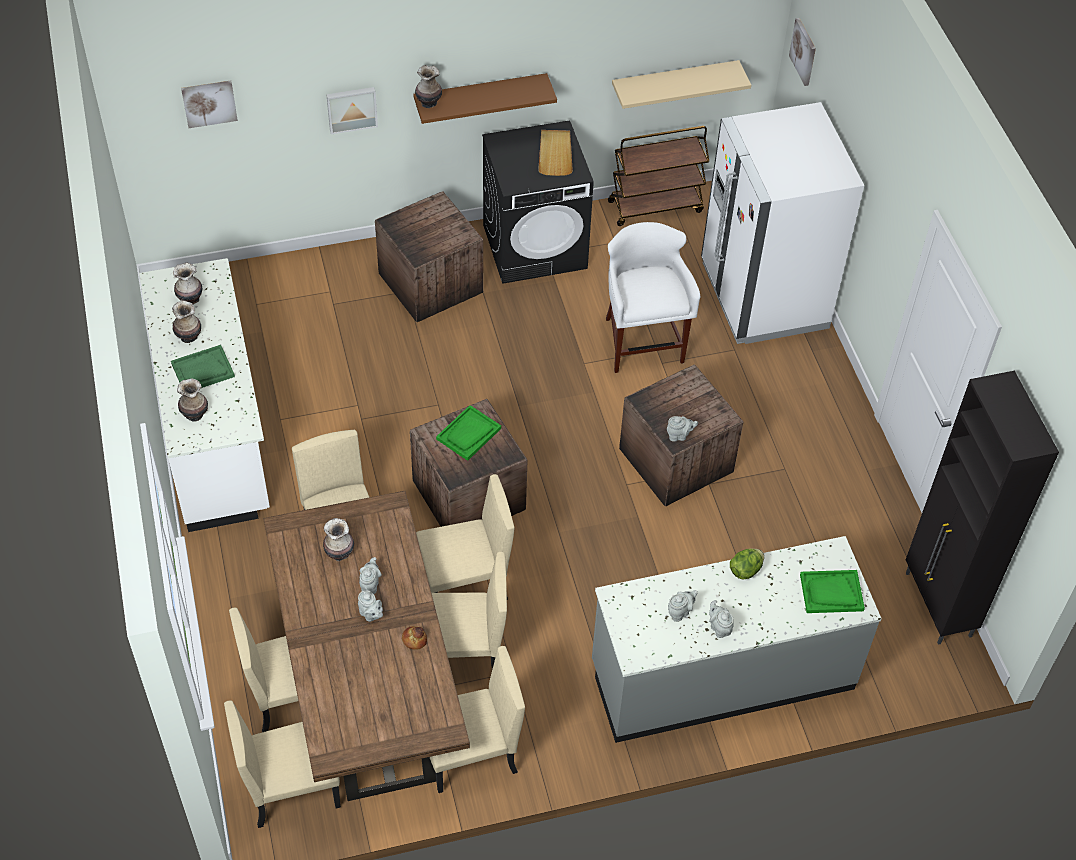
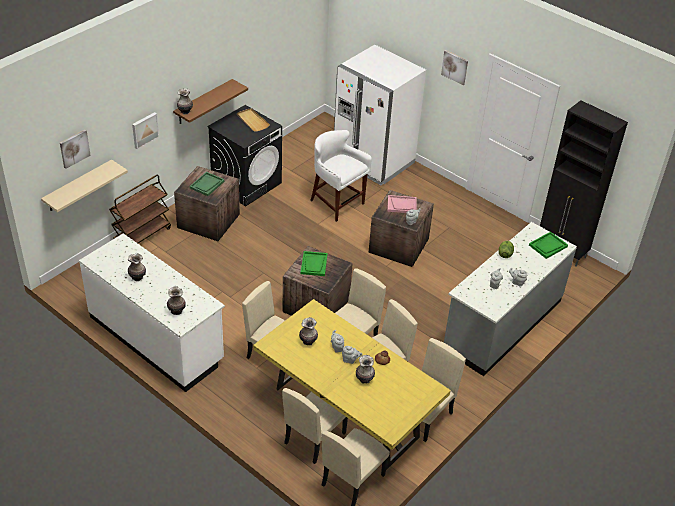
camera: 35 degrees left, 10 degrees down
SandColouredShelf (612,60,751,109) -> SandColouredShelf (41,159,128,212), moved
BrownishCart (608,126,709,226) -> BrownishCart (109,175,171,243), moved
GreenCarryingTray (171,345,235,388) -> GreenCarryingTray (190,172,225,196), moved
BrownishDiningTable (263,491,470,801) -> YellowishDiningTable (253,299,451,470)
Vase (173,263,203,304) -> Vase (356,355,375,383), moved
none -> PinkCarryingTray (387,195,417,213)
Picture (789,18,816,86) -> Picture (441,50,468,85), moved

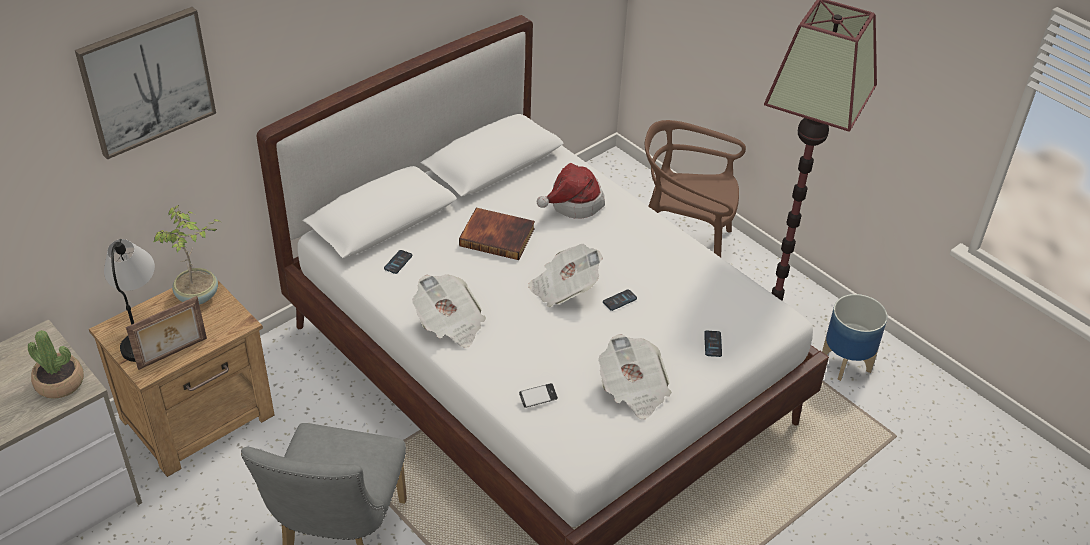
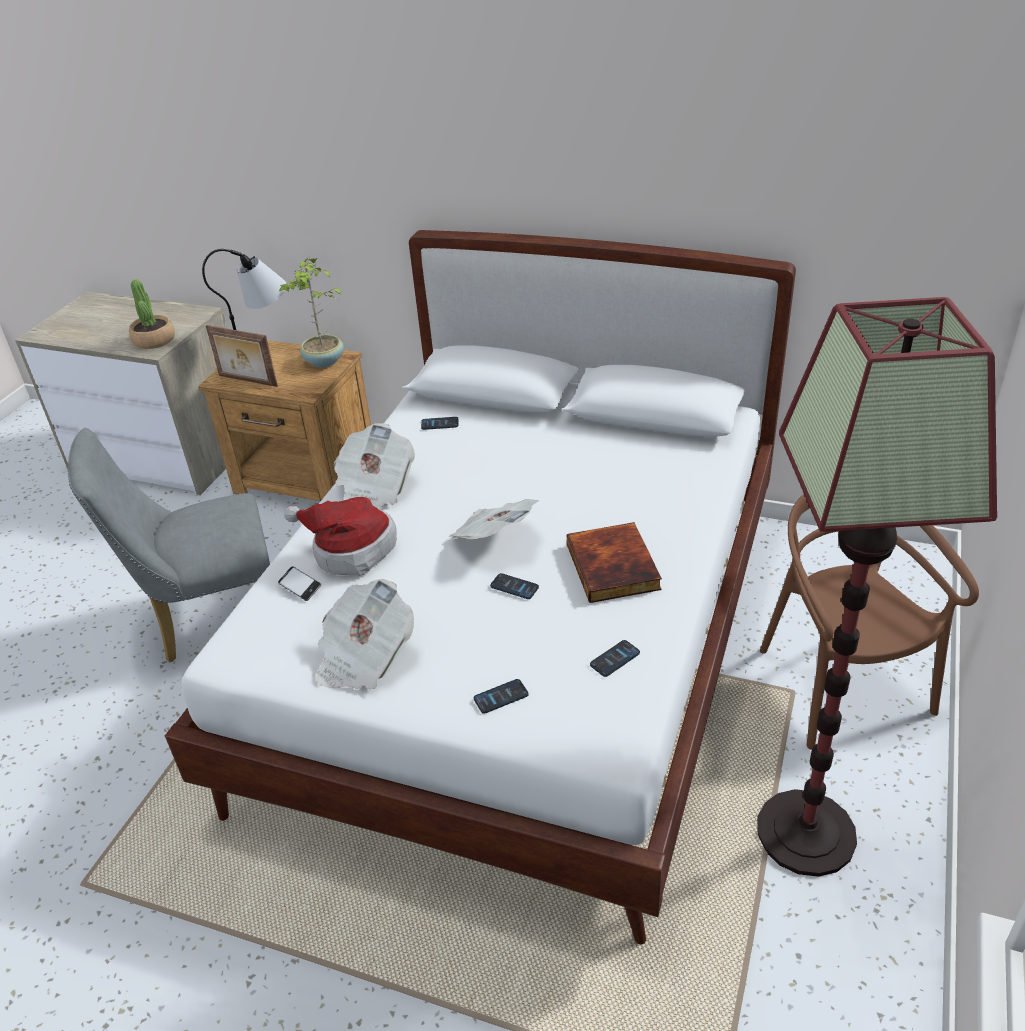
camera: 65 degrees right, 5 degrees down
WearableHat (537,163,605,218) -> WearableHat (284,497,397,576), moved
Volume (459,208,535,260) -> Volume (567,522,662,603), moved
none -> Telephone (590,640,640,677)
Picture (75,7,216,160) -> none
Planter (822,294,888,381) -> none

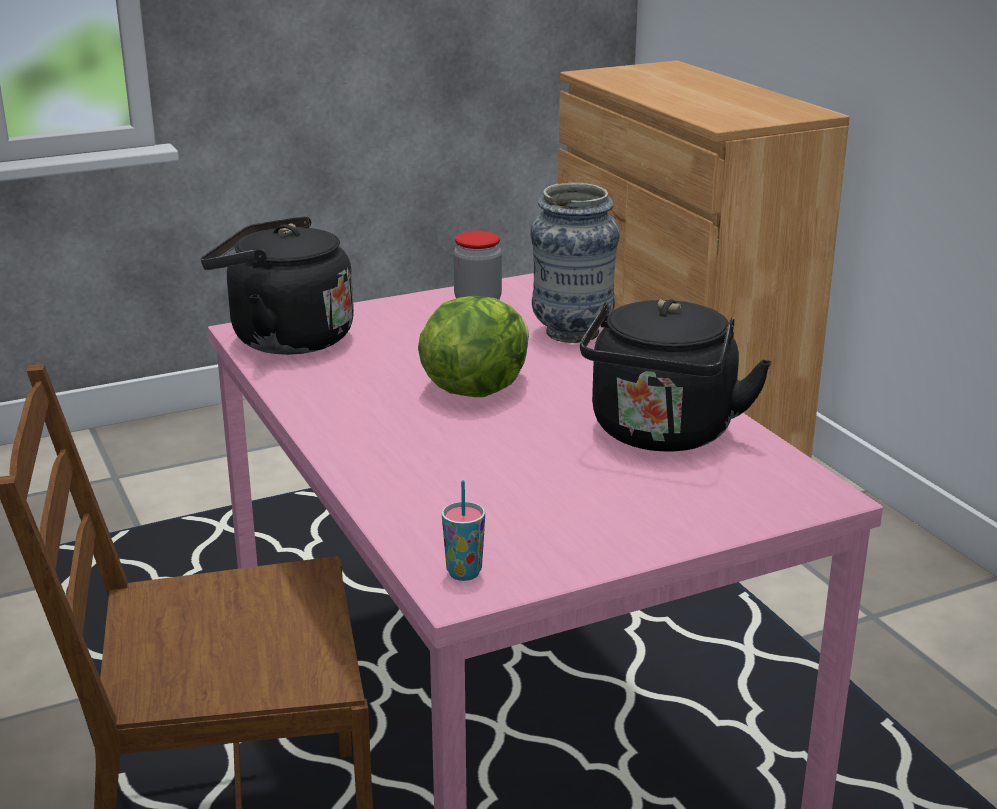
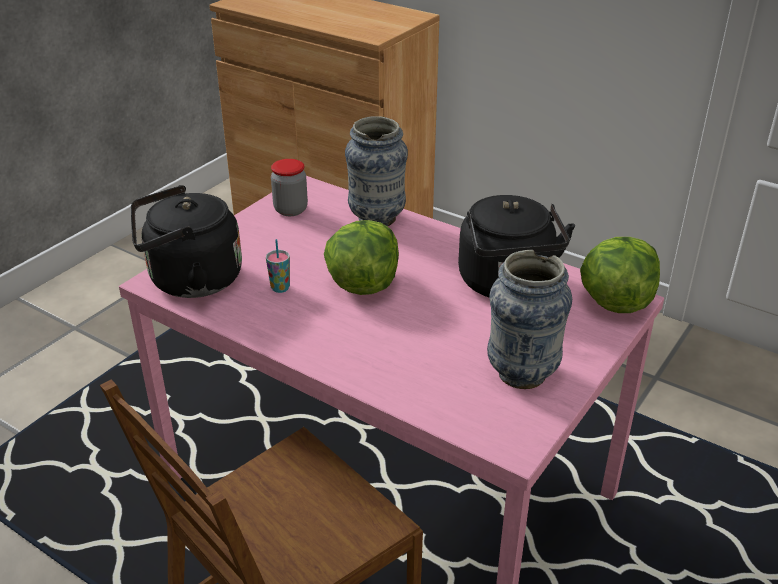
camera: 30 degrees left, 10 degrees up
Cup (442,480,485,581) -> Cup (266,239,290,293), moved
none -> Vase (487,250,572,389)
none -> Lettuce (580,237,660,313)

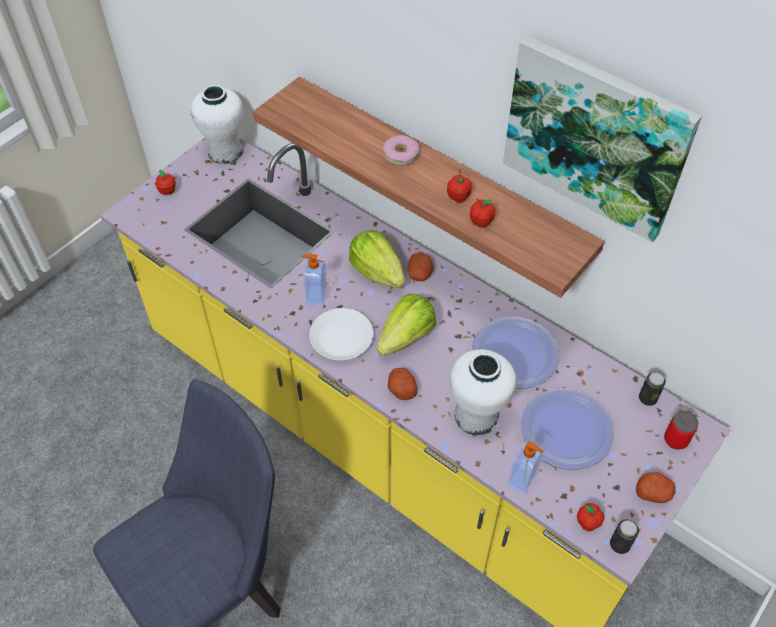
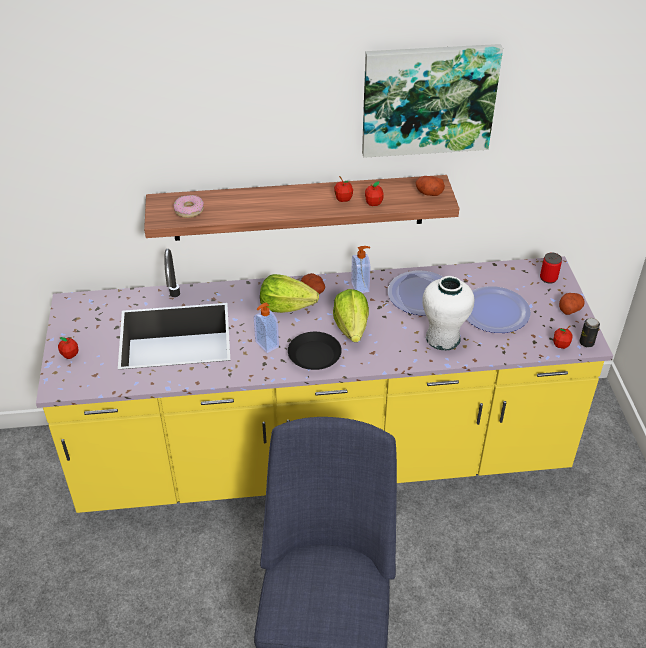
camera: 45 degrees left, 10 degrees down
RingDoughnut (383,135,420,166) -> RingDoughnut (173,195,204,218), moved
WhitishPlate (310,308,373,360) -> BlackPlate (288,332,342,370)
SoapBottle (508,441,543,495) -> SoapBottle (351,246,370,293), moved
Potato (388,368,417,400) -> Potato (416,176,445,196), moved
WhitishVase (191,85,244,164) -> none
Can (639,372,666,406) -> none

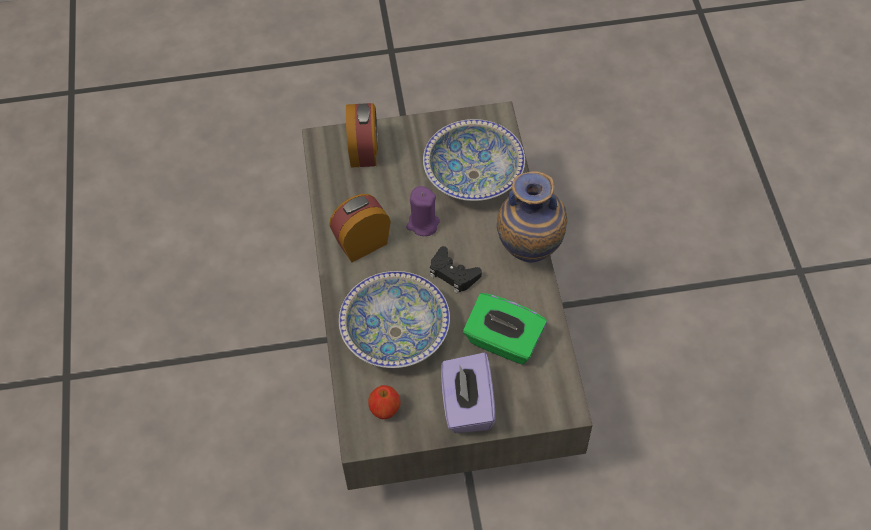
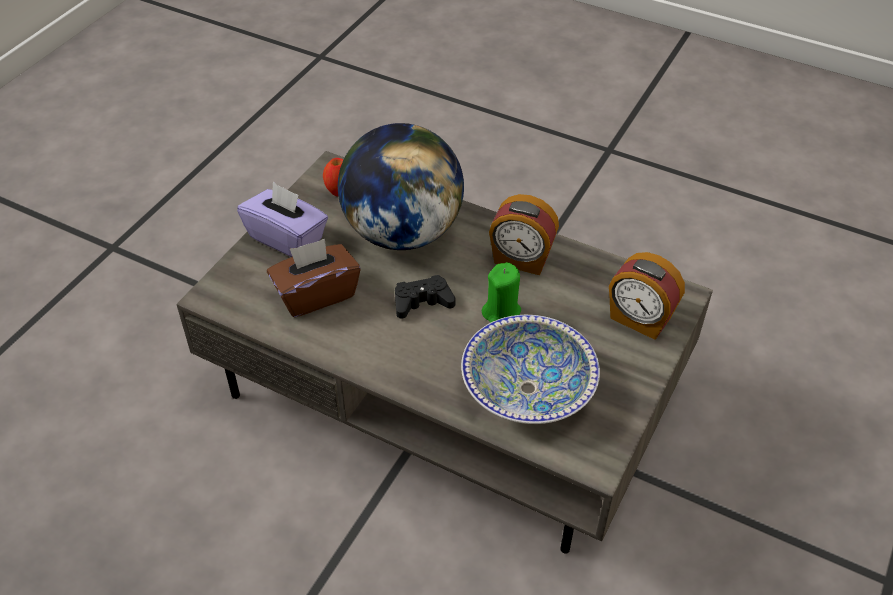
camera: 125 degrees right, 10 degrees down
GreenTissueHolder (463,293,547,365) -> BrownishTissueHolder (267,239,361,317)
ServingBowl (339,271,450,368) -> DeskGlobe (338,123,464,250)
PurpleWaxCandle (406,186,440,236) -> GreenWaxCandle (482,262,521,323)
AlarmClock (329,194,391,262) -> AlarmClock (489,194,559,275), 105 degrees clockwise
Vase (497,171,567,263) -> none

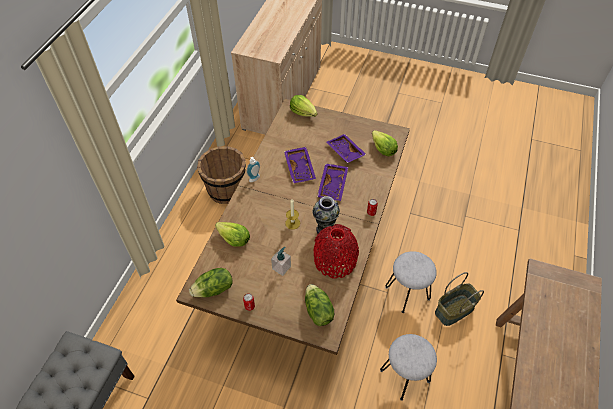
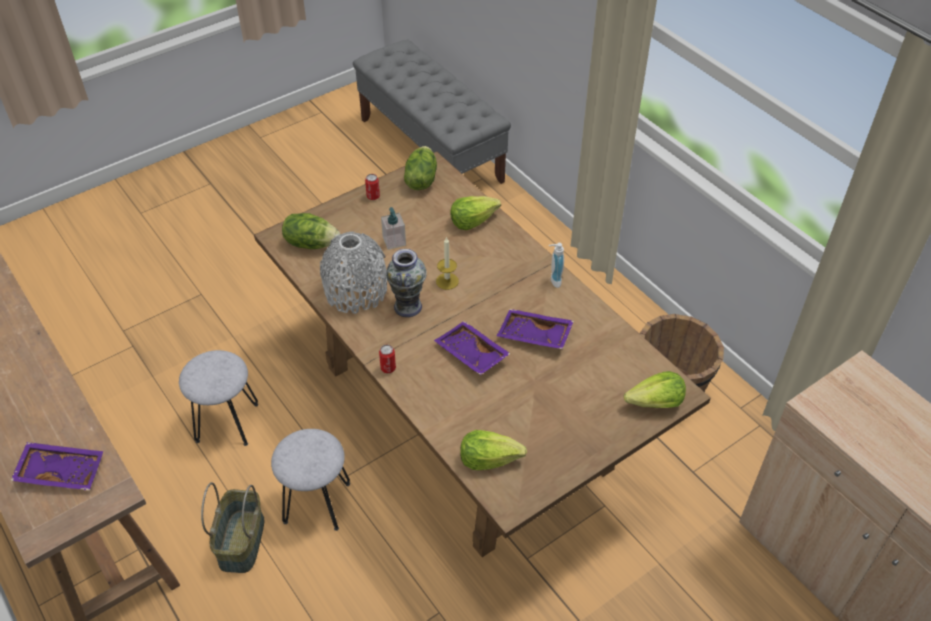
camera: 125 degrees right, 5 degrees down
PurpleCarryingTray (327,134,366,163) -> PurpleCarryingTray (11,442,104,491), moved
ReddishVase (314,224,359,279) -> GrayVase (320,232,387,314)

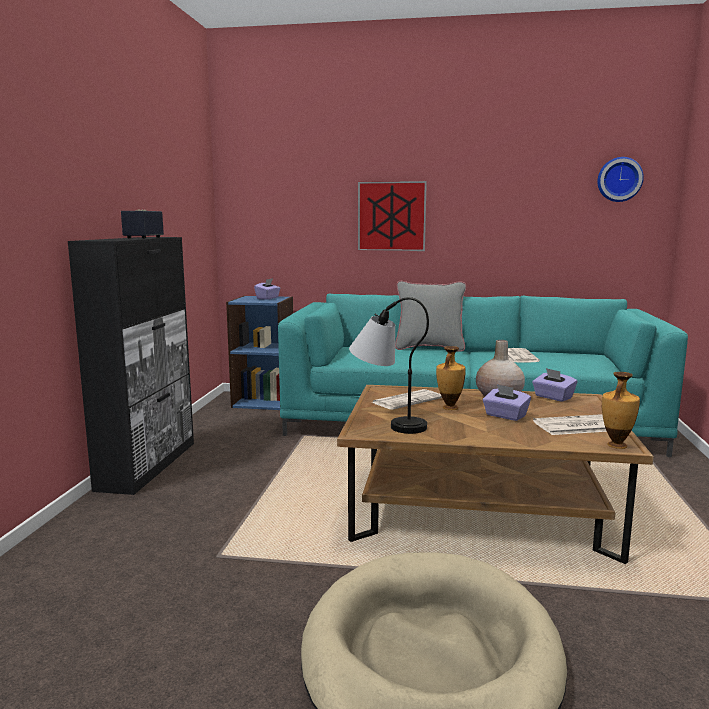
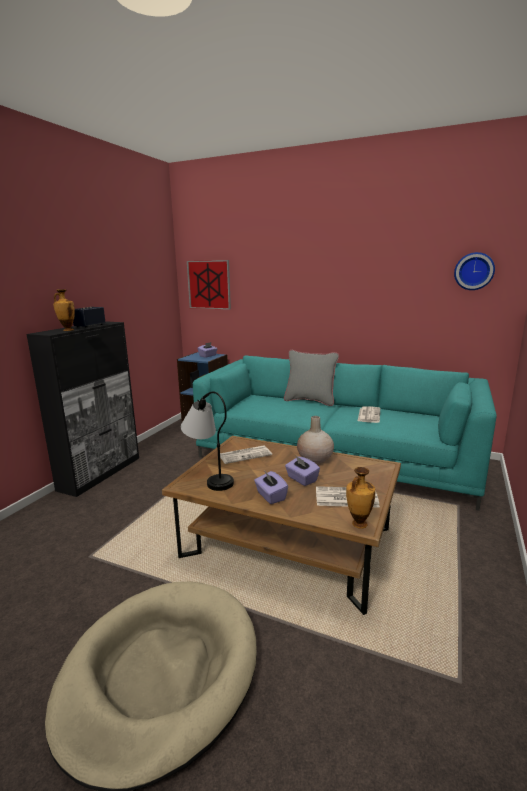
camera: 15 degrees right, 5 degrees up
Vase (436,346,466,410) -> Vase (53,289,75,331), moved
Picture (358,181,427,251) -> Picture (187,260,231,310), moved
PurpleTissueHolder (532,368,577,402) -> PurpleTissueHolder (254,470,288,504), moved

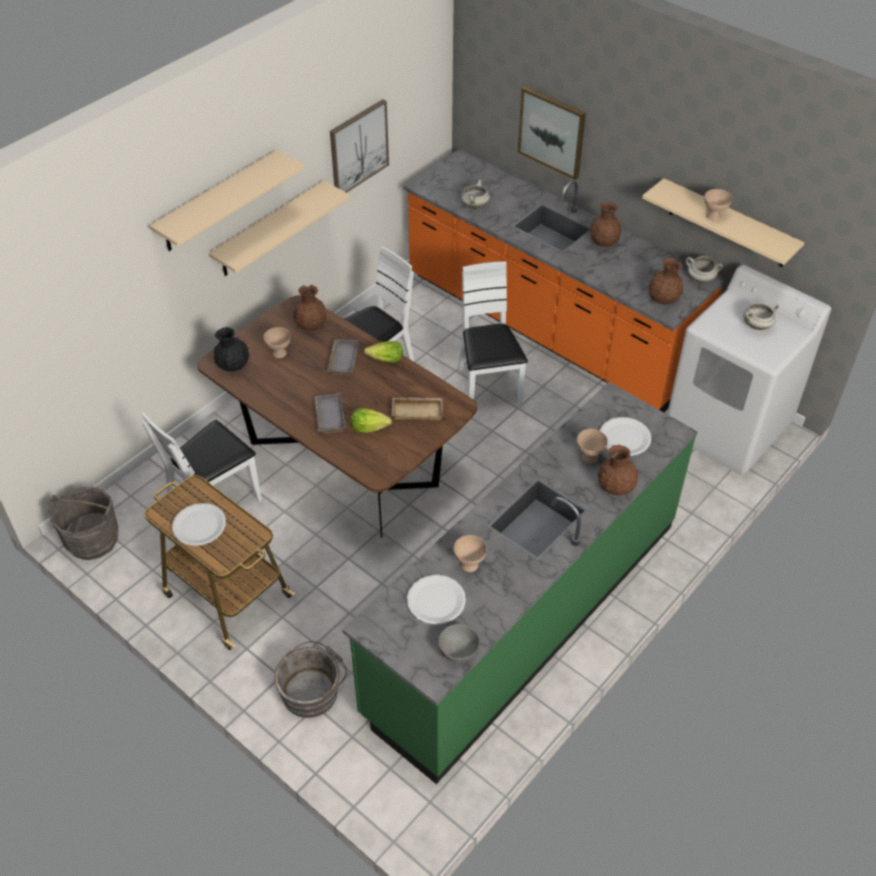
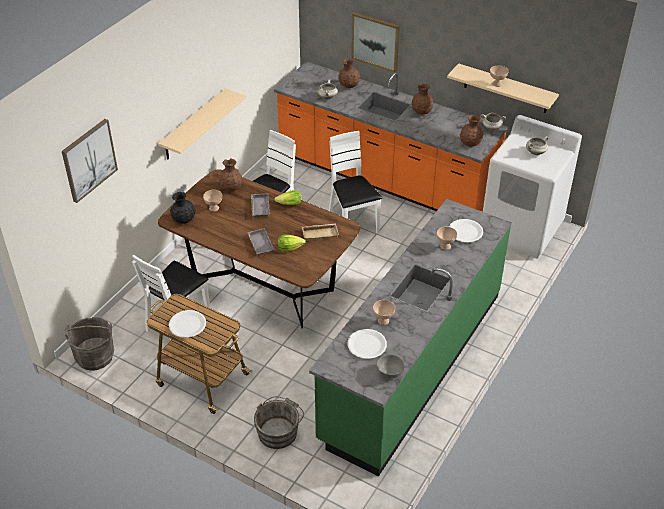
camera: 10 degrees left, 5 degrees down
Picture (330,99,389,193) -> Picture (62,119,118,203), moved
BrownishVase (598,445,638,495) -> BrownishVase (338,59,360,88), moved
SandColouredShelf (149,150,305,251) -> none

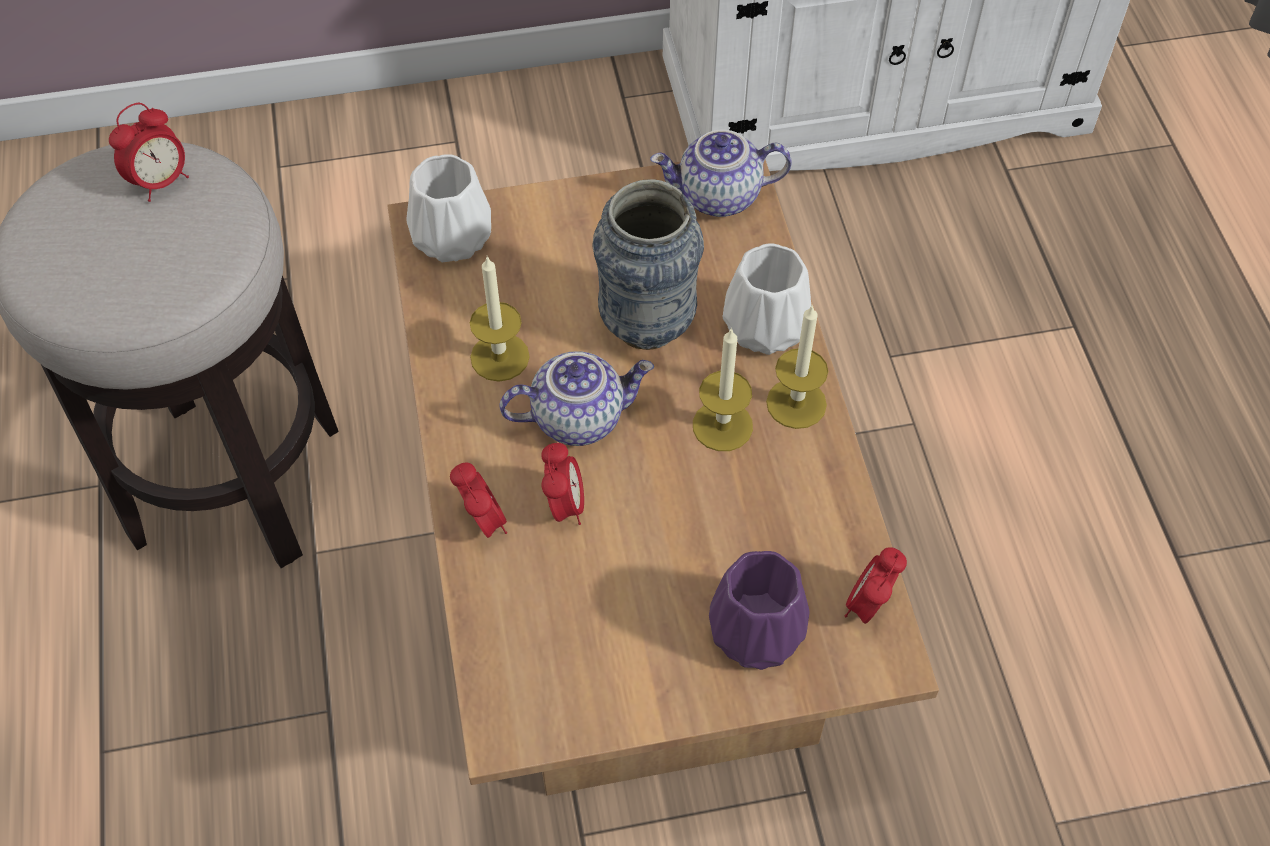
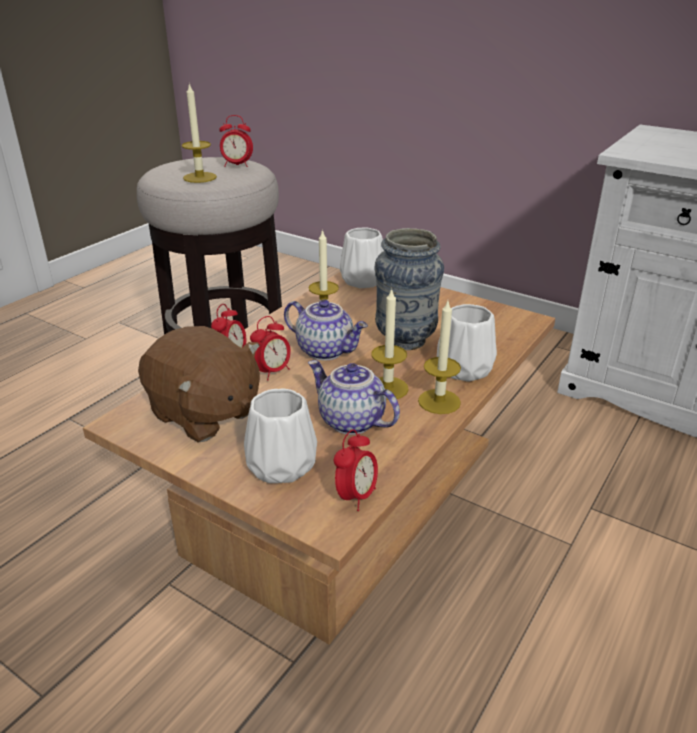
camera: 45 degrees right, 25 degrees down
none -> BrownishSoftToy (138,326,260,443)
none -> WaxCandle (182,83,217,183)
PurpleVase (709,551,809,670) -> WhitishVase (244,389,317,483)
Teapot (650,130,791,217) -> Teapot (308,360,400,435), moved
AlarmClock (844,547,907,624) -> AlarmClock (334,429,378,511), 135 degrees clockwise

